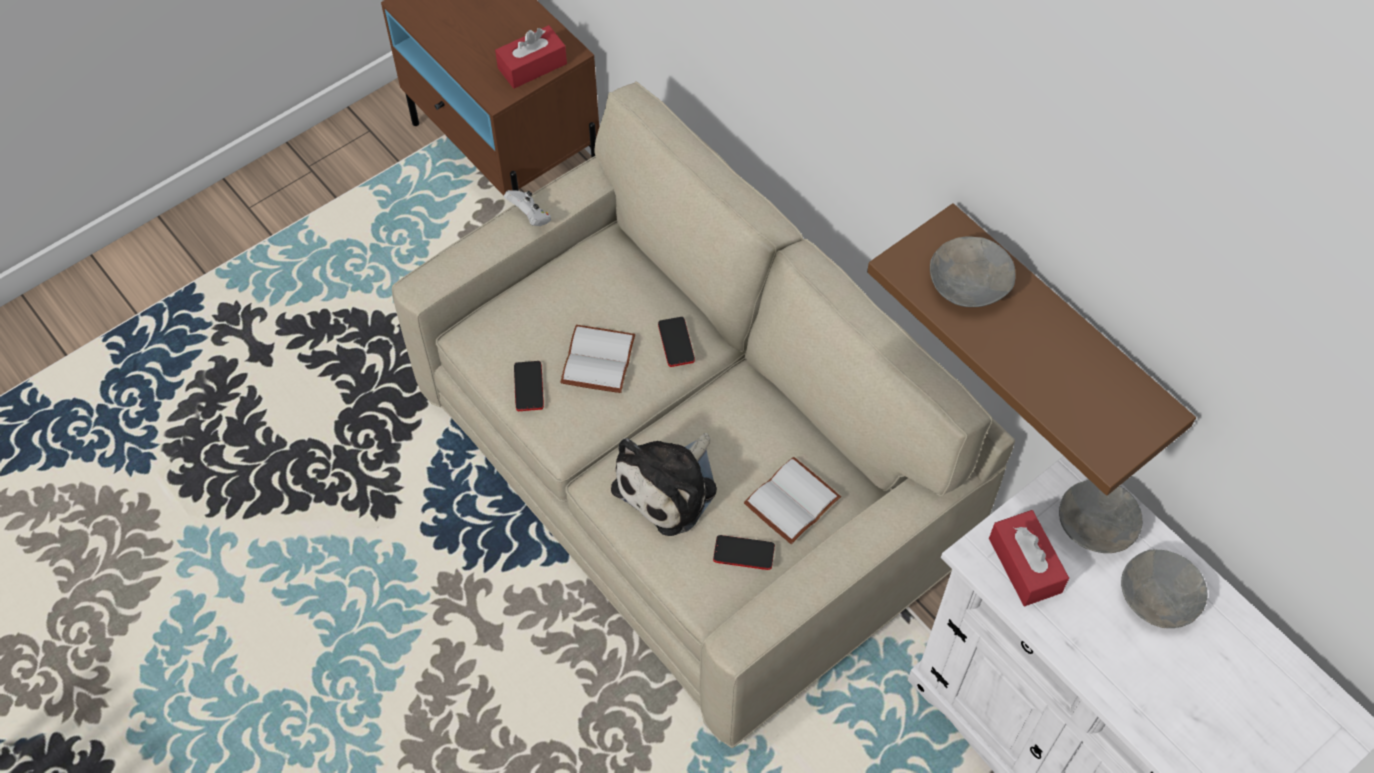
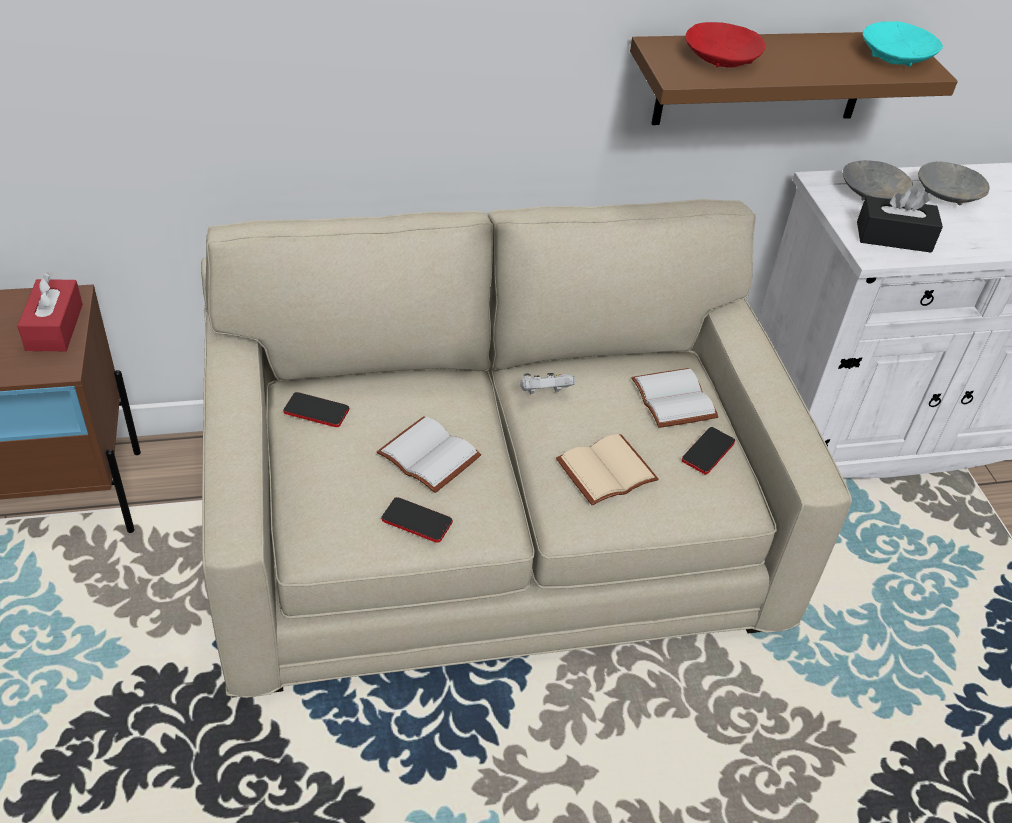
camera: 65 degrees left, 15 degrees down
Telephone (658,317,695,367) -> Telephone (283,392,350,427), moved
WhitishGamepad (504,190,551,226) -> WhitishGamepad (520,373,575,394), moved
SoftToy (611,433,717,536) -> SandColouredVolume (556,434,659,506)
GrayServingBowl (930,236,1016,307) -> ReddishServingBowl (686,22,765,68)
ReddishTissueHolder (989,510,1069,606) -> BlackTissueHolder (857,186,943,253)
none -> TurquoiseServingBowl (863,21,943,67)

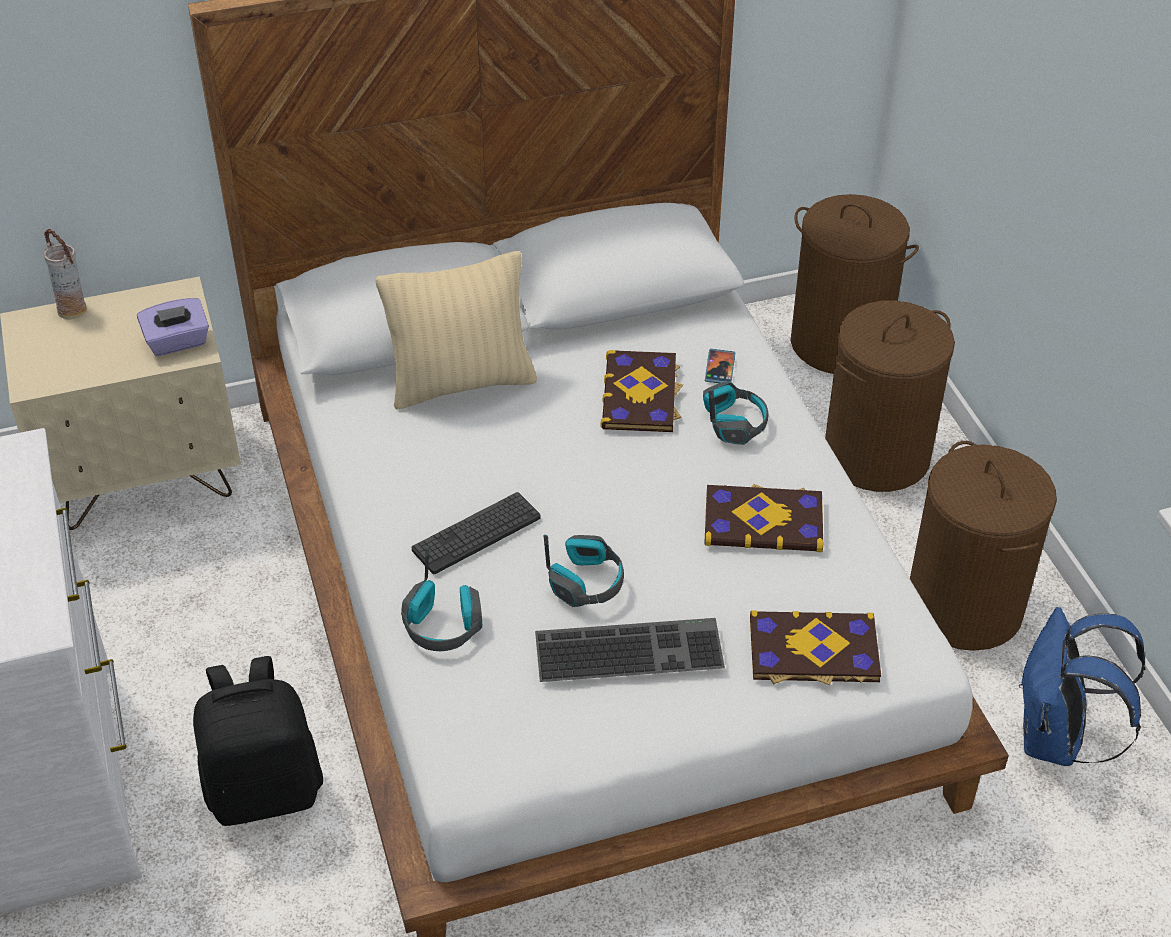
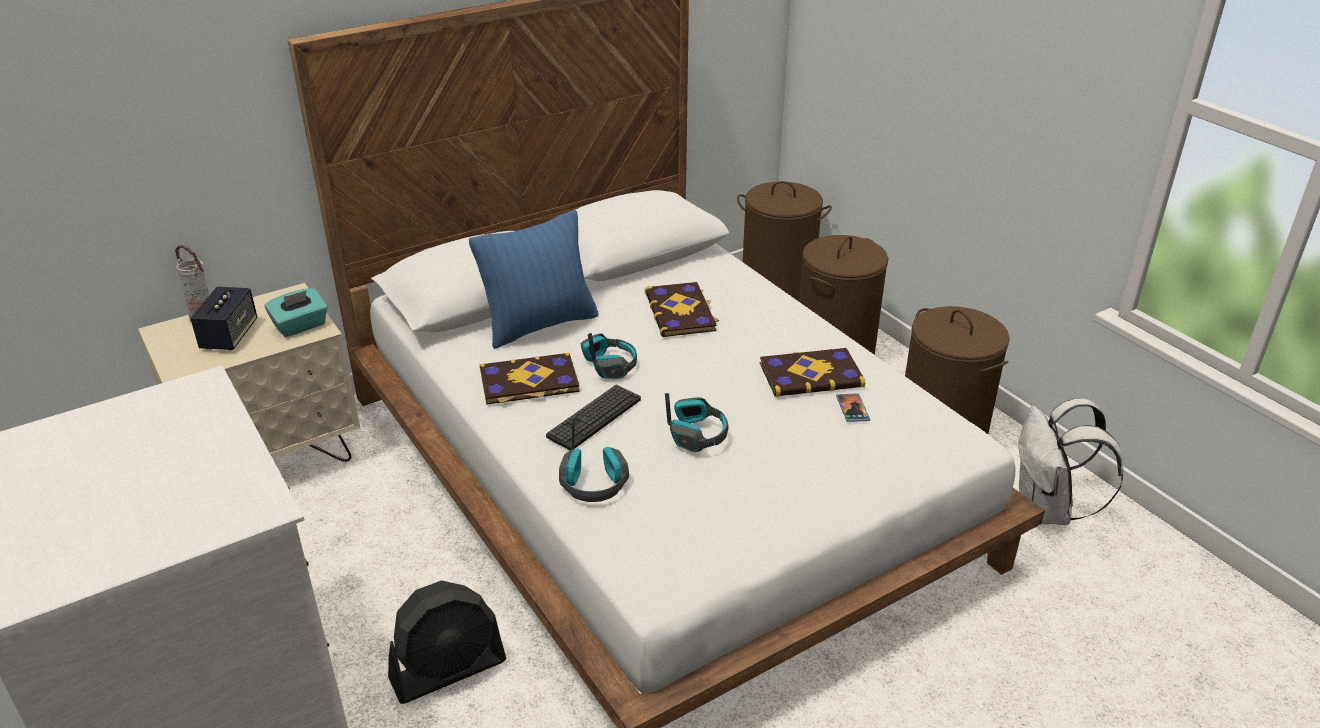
camera: 15 degrees left, 10 degrees down
none -> AudioSpeaker (190,287,258,350)
PurpleTissueHolder (137,298,209,356) -> TurquoiseTissueHolder (265,288,328,337)
BlackBackpack (193,656,323,826) -> BlackElectricFan (388,580,506,704)
SandColouredCushion (376,251,537,410) -> BluishCushion (469,210,599,349)
Volume (750,610,881,685) -> Volume (480,352,580,405), moved
Headset (703,382,769,445) -> Headset (581,333,637,379), moved
Telephone (705,349,735,383) -> Telephone (836,393,870,422), moved
BluishBackpack (1019,607,1145,766) -> WhitishBackpack (1018,398,1124,525)
Keyboard (535,618,725,682) -> none

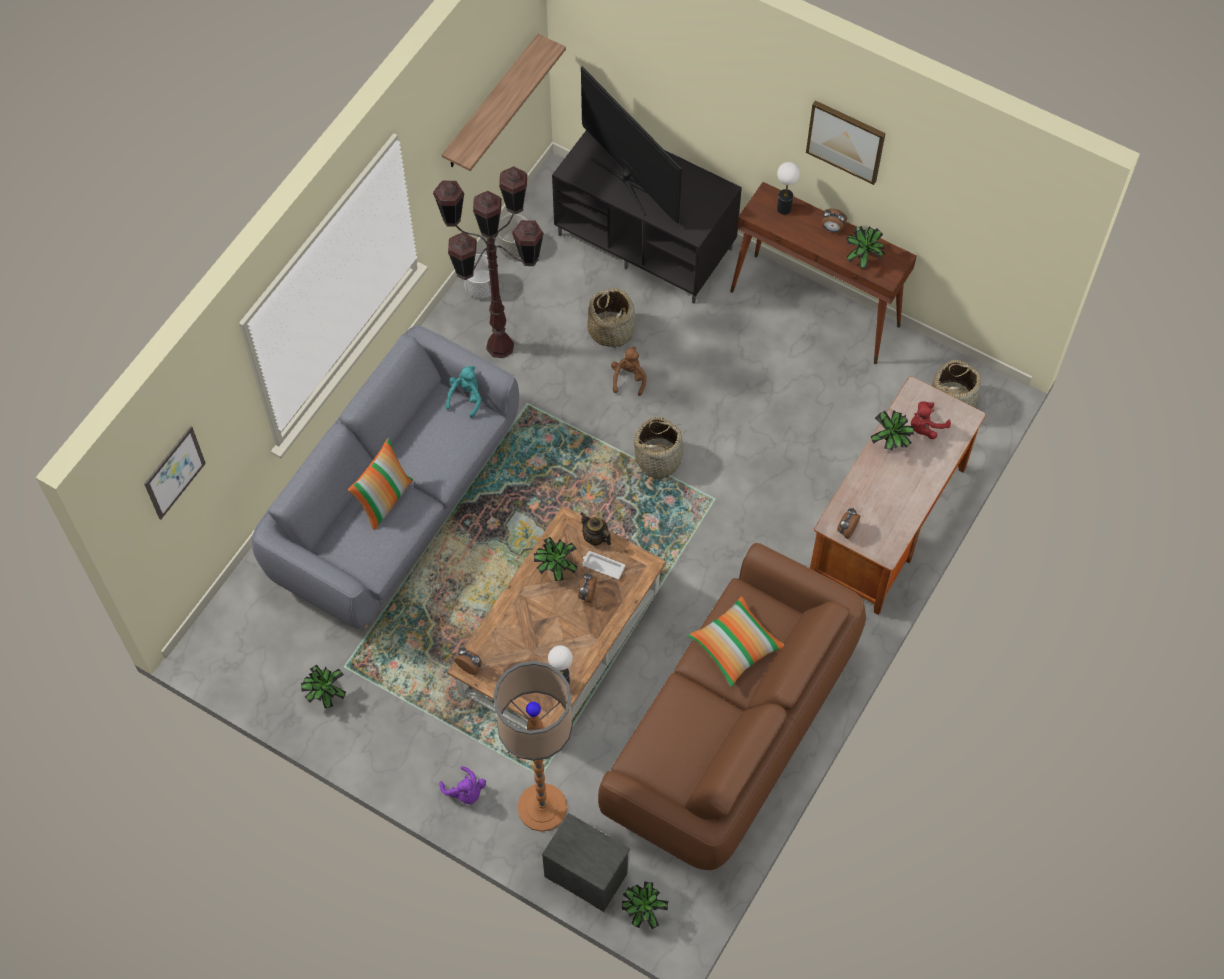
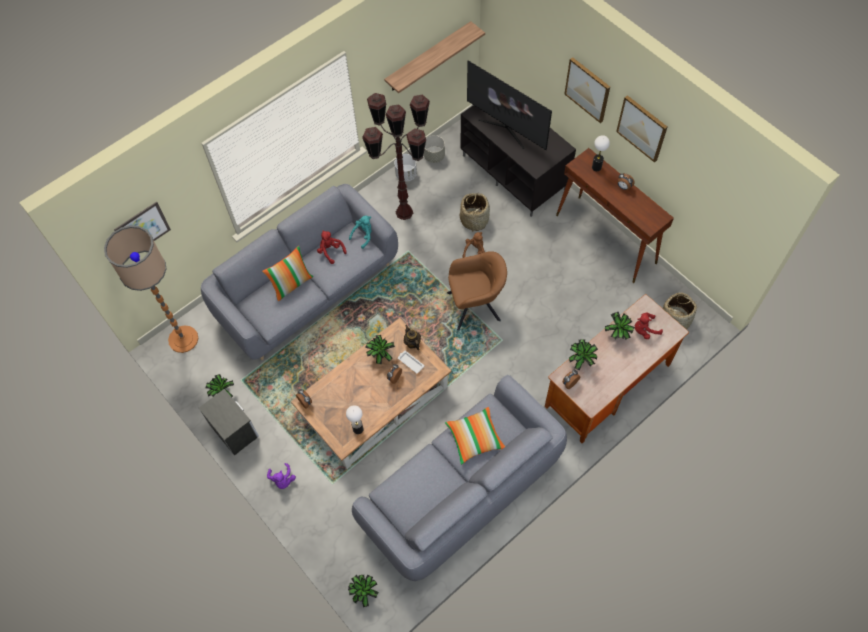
camera: 20 degrees right, 0 degrees up
StandardLamp (493,661,573,832) -> StandardLamp (104,225,198,353), moved
NightTable (542,813,630,912) -> NightTable (199,389,259,456), moved
none -> ReddishSoftToy (317,231,347,264)
BrownishSofa (598,543,866,871) -> GraySofa (352,375,567,581)
StorageBasket (634,417,685,479) -> BrownishArmchair (447,251,507,330)
TvSet (581,67,682,223) -> TvSet (467,60,552,150), 150 degrees clockwise
none -> Picture (564,57,610,123)
PlantInAPot (846,226,886,269) -> PlantInAPot (569,339,598,370), moved

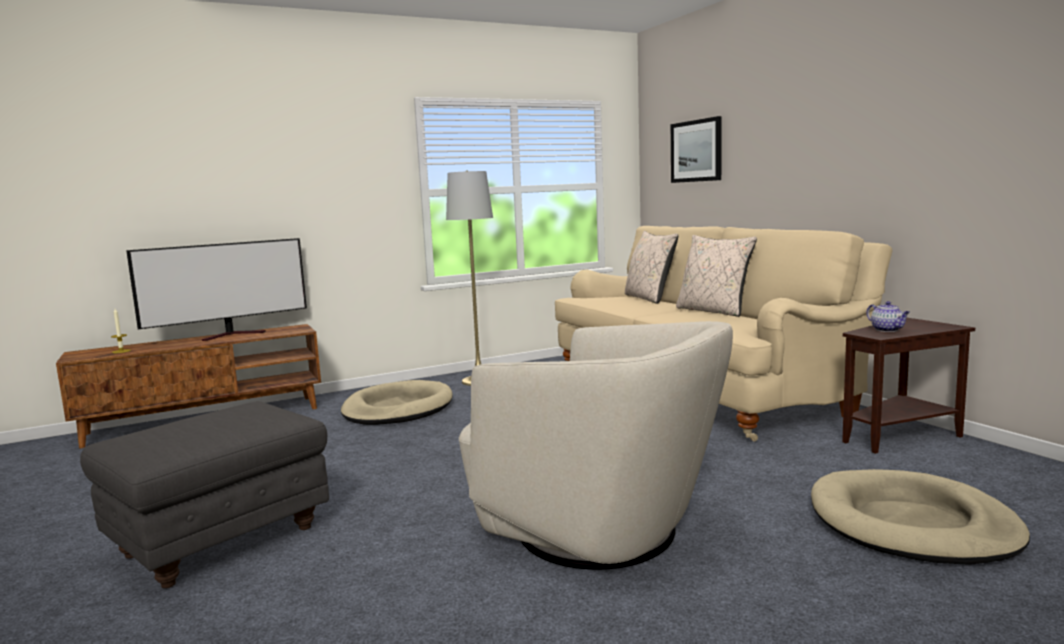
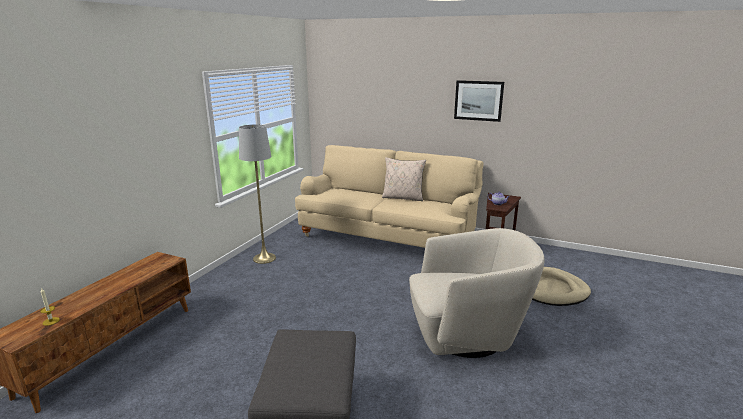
camera: 40 degrees left, 10 degrees up
Picture (671,116,722,183) -> Picture (454,80,504,122), moved
TvSet (126,238,307,341) -> none
SandColouredDogBed (341,380,453,425) -> none
SandColouredCushion (625,231,678,304) -> none

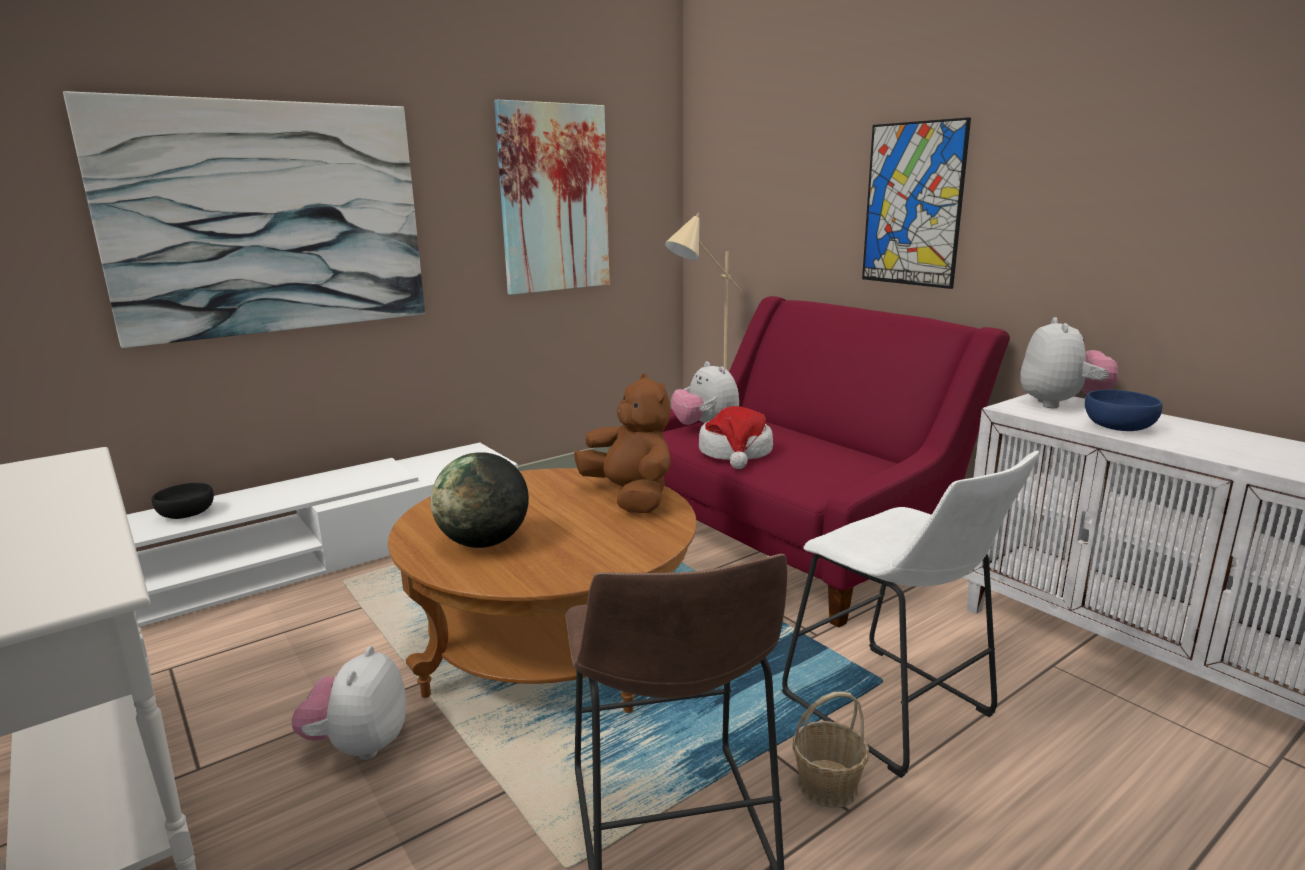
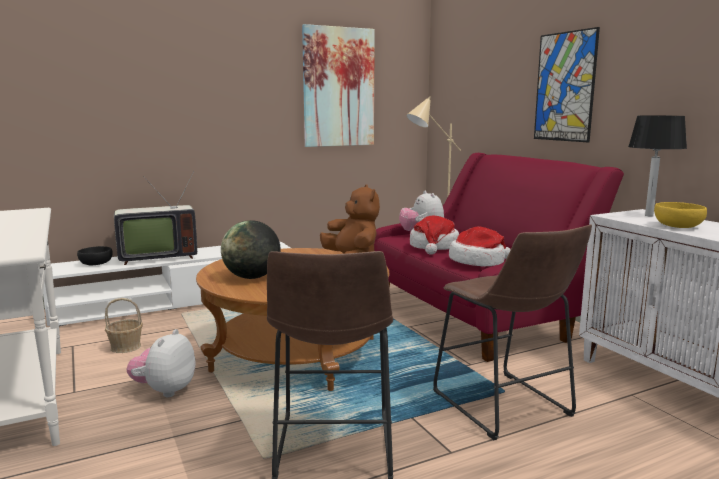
camera: 10 degrees right, 5 degrees down
StorageBasket (792,692,869,808) -> StorageBasket (105,298,143,353), moved
none -> TvSet (114,171,197,265)
WhitishSittingStool (782,451,1039,778) -> BrownishSittingStool (433,224,592,440)
none -> WearableHat (449,226,511,267)
SoftToy (1020,317,1118,408) -> LampForATable (628,116,687,217)
BluishServingBowl (1085,390,1163,431) -> YellowishServingBowl (654,202,707,228)
Picture (63,91,425,348) -> none

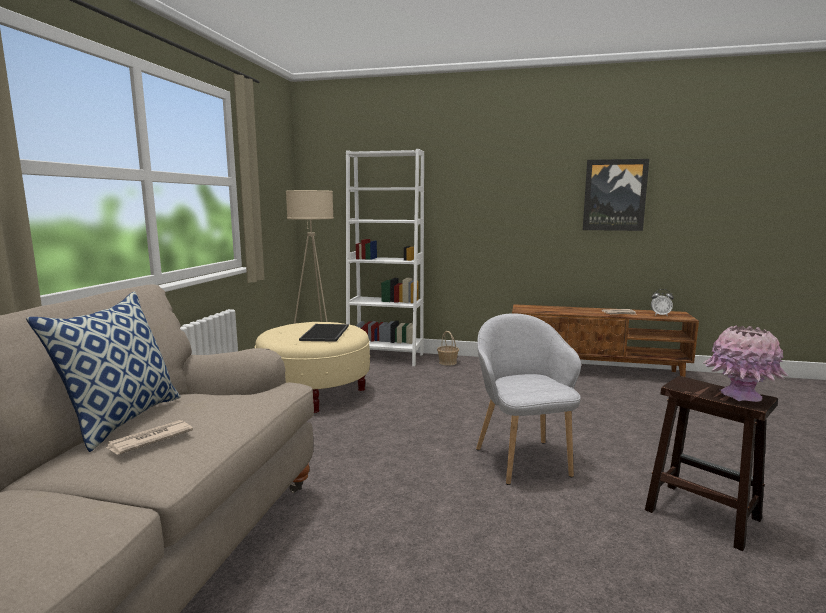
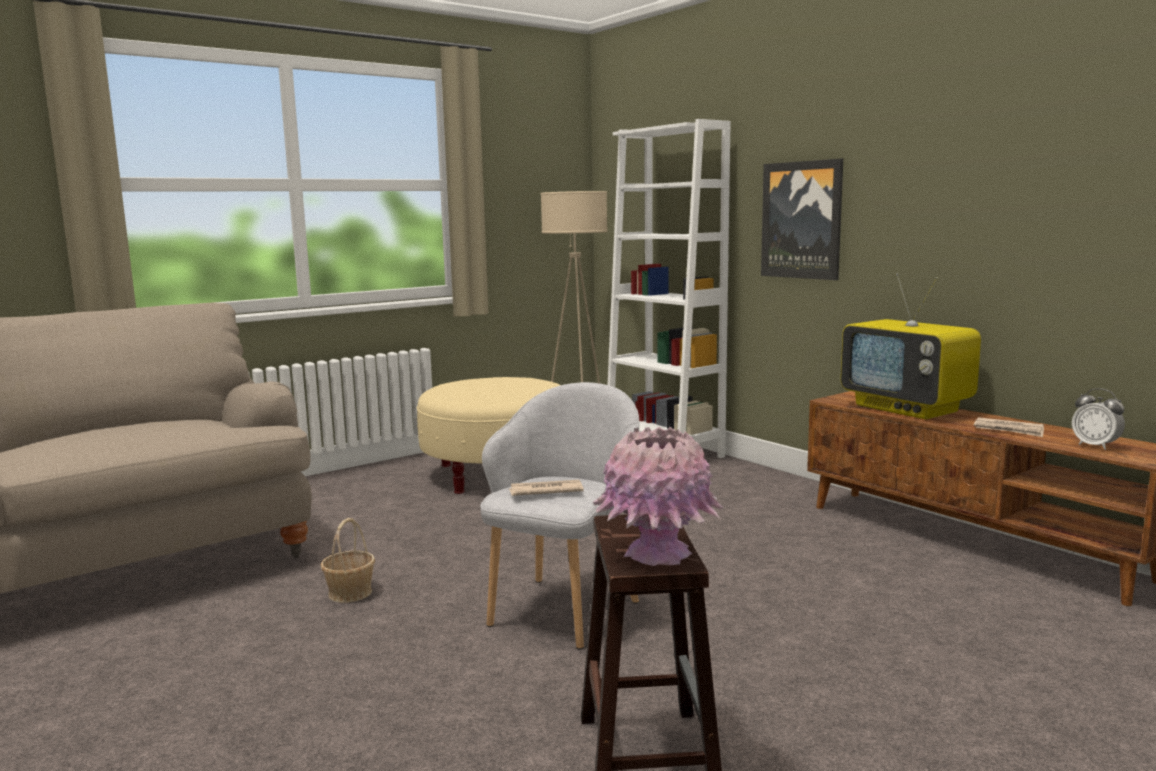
camera: 40 degrees right, 0 degrees up
StorageBasket (437,331,459,366) -> StorageBasket (321,518,375,603), moved
PrintedPaper (106,420,193,455) -> PrintedPaper (509,480,584,496), moved
Picture (583,159,649,231) -> Picture (761,159,843,280), moved
none -> TvSet (841,273,981,419)
Cushion (26,291,181,452) -> none
CarryingTray (299,324,349,342) -> none

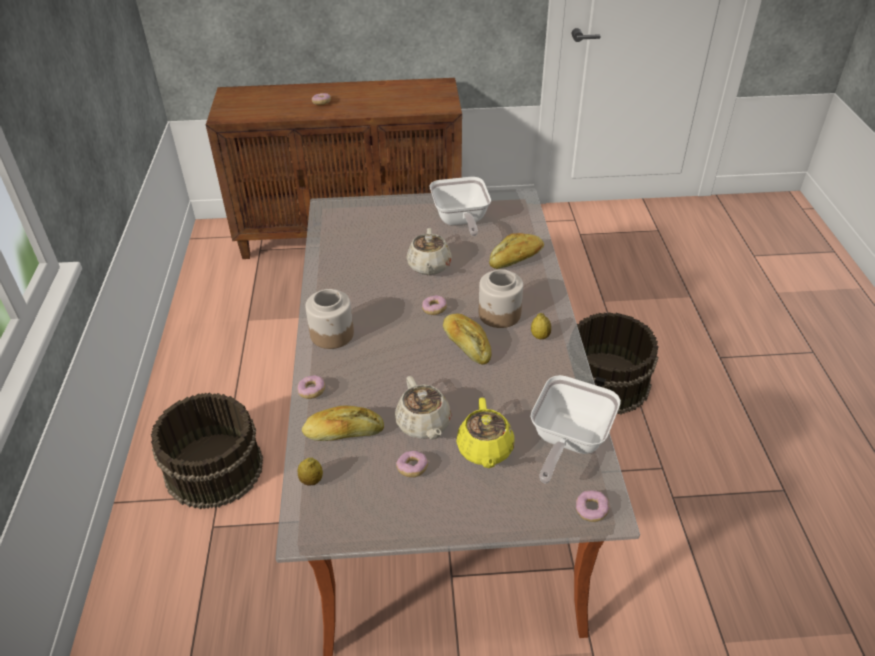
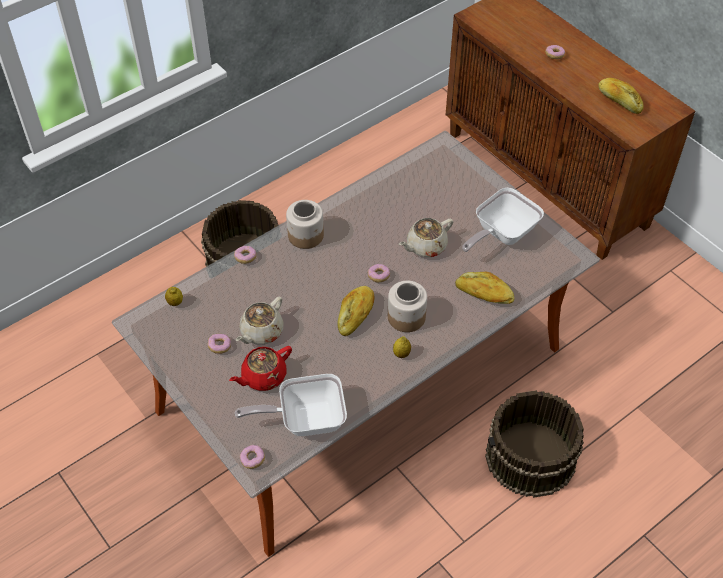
camera: 55 degrees right, 10 degrees up
YellowishTeapot (456,398,515,468) -> ReddishTeapot (229,346,292,391)
BakeryBread (302,405,384,441) -> BakeryBread (599,78,644,114), moved

